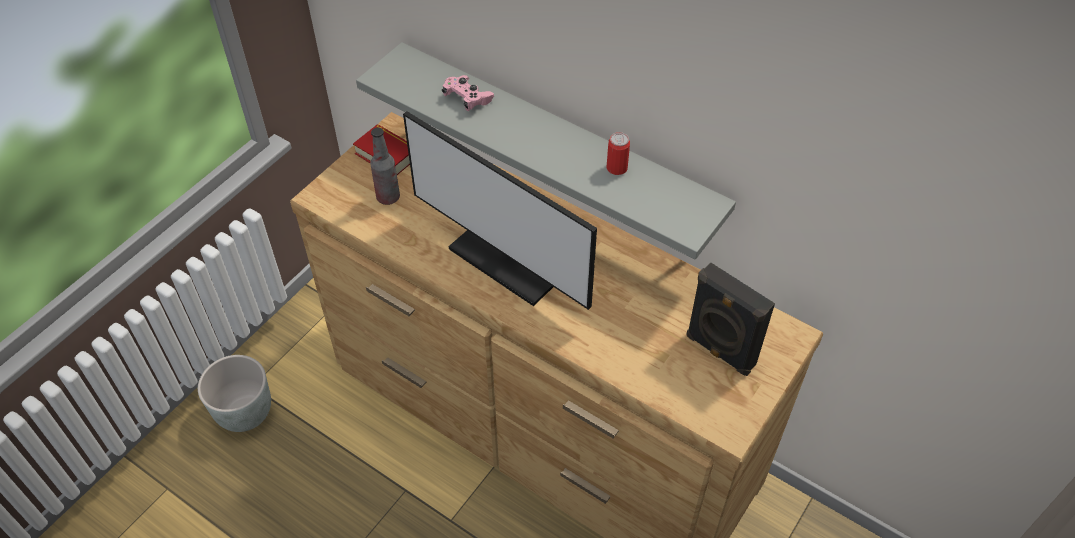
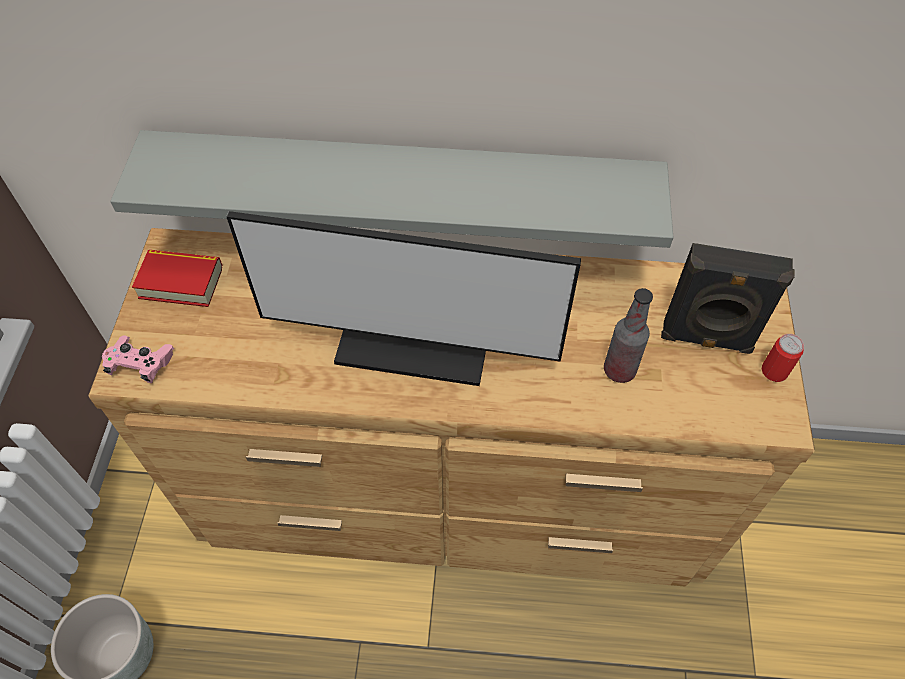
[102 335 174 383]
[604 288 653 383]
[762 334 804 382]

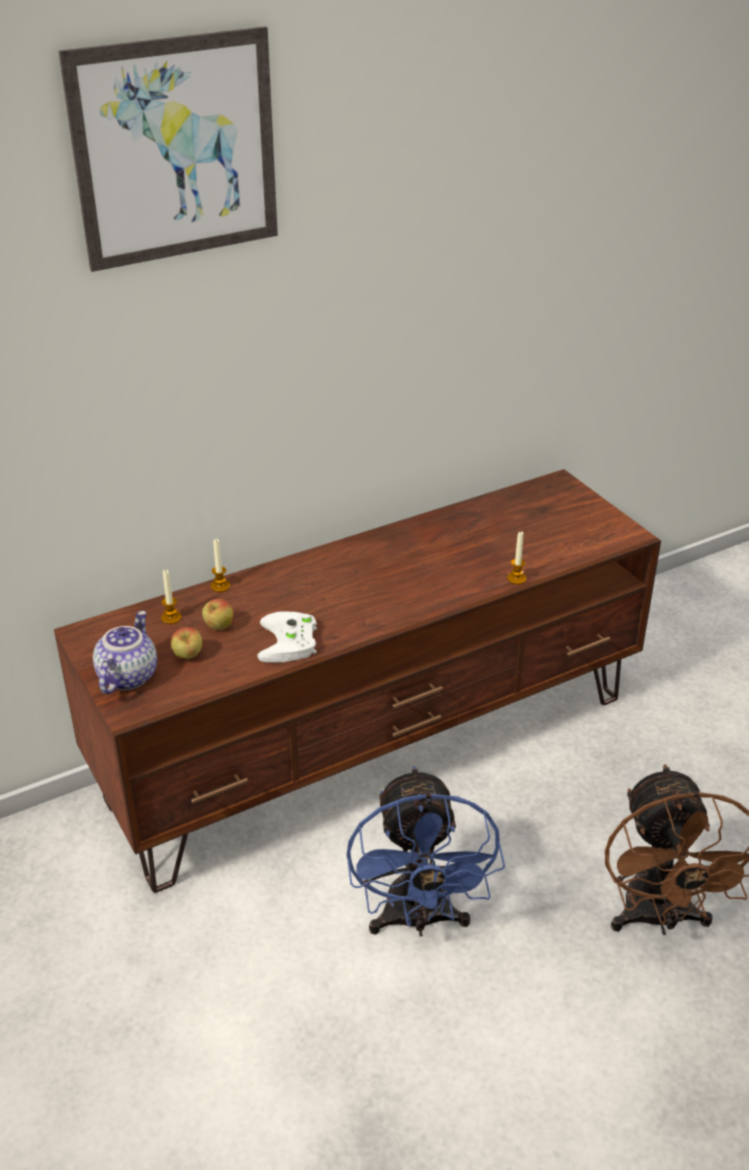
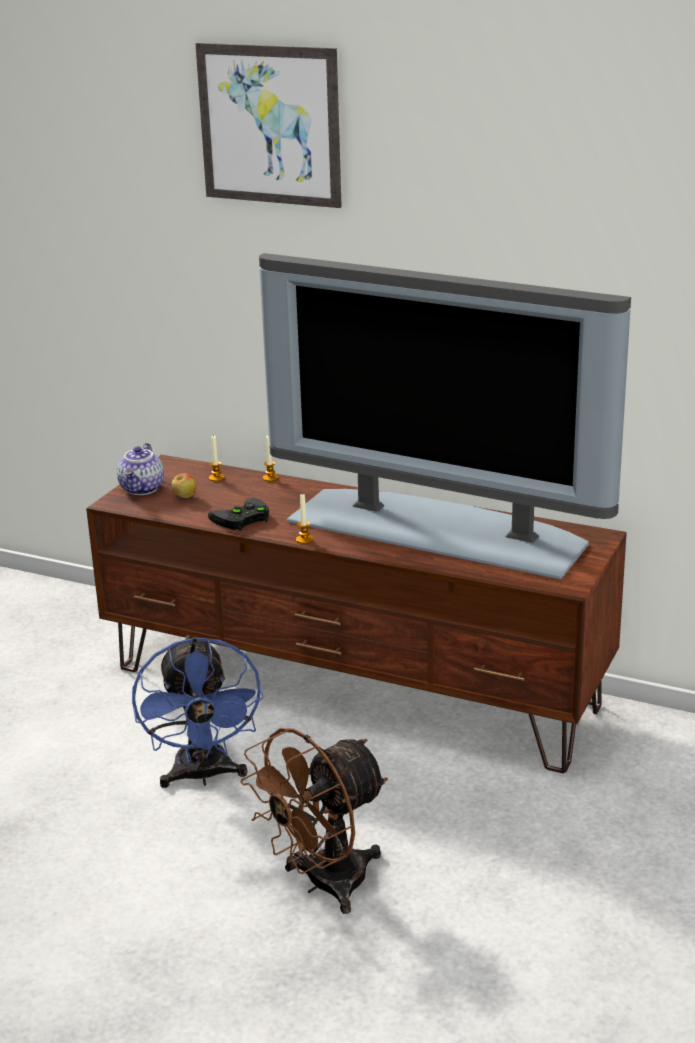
[296 494 313 544]
[202 599 233 630] (first image)
[117 443 164 495]
[208 498 269 531]
[132 635 264 788]
[259 253 631 580]

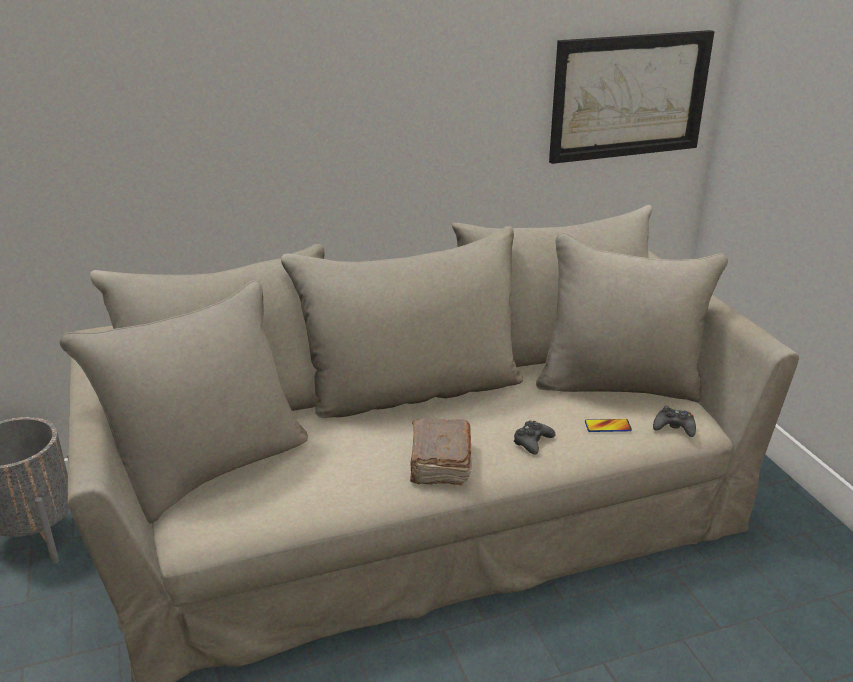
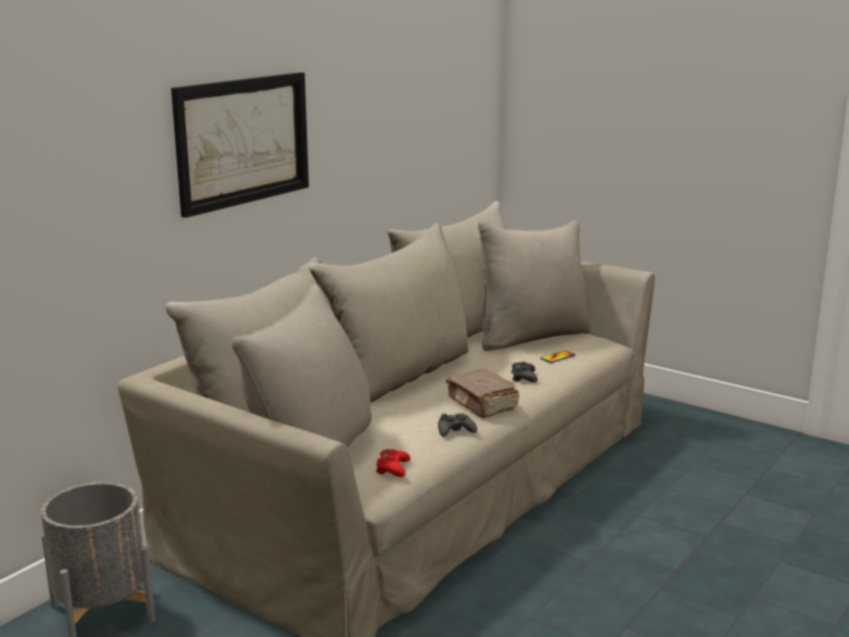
[171 72 309 218]
[438 413 477 437]
[376 449 410 477]

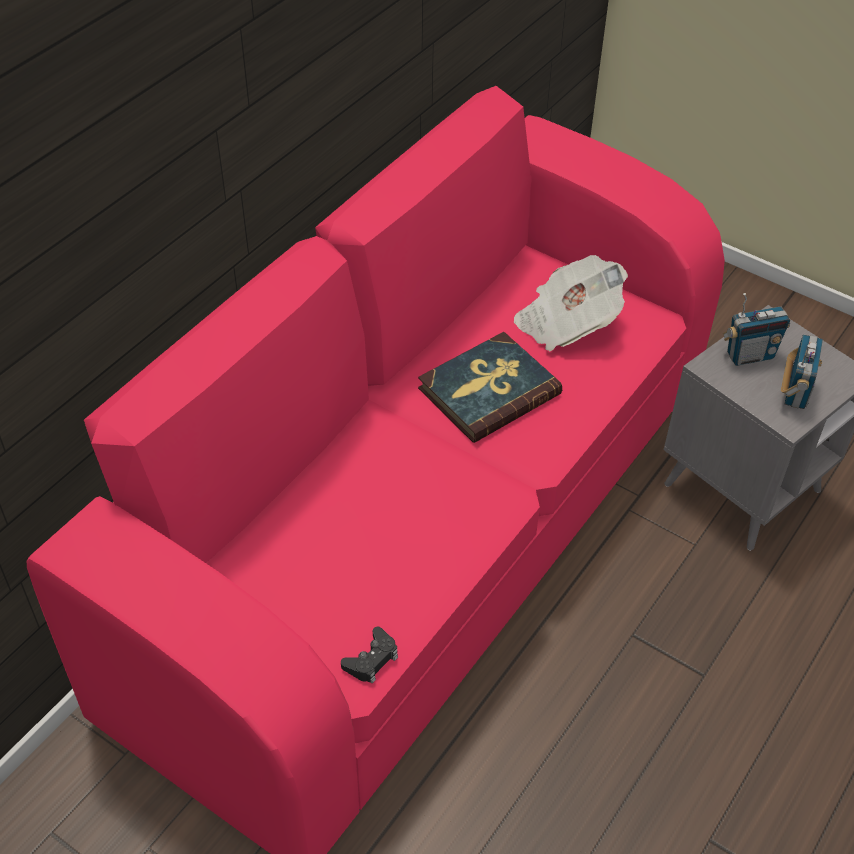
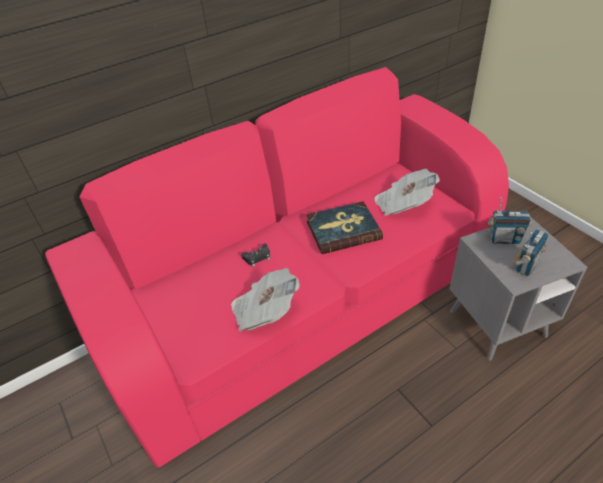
[241 243 270 266]
[231 268 300 332]

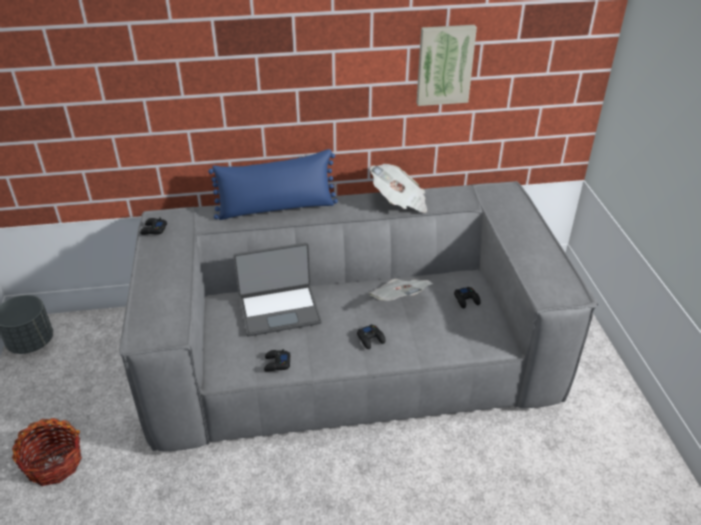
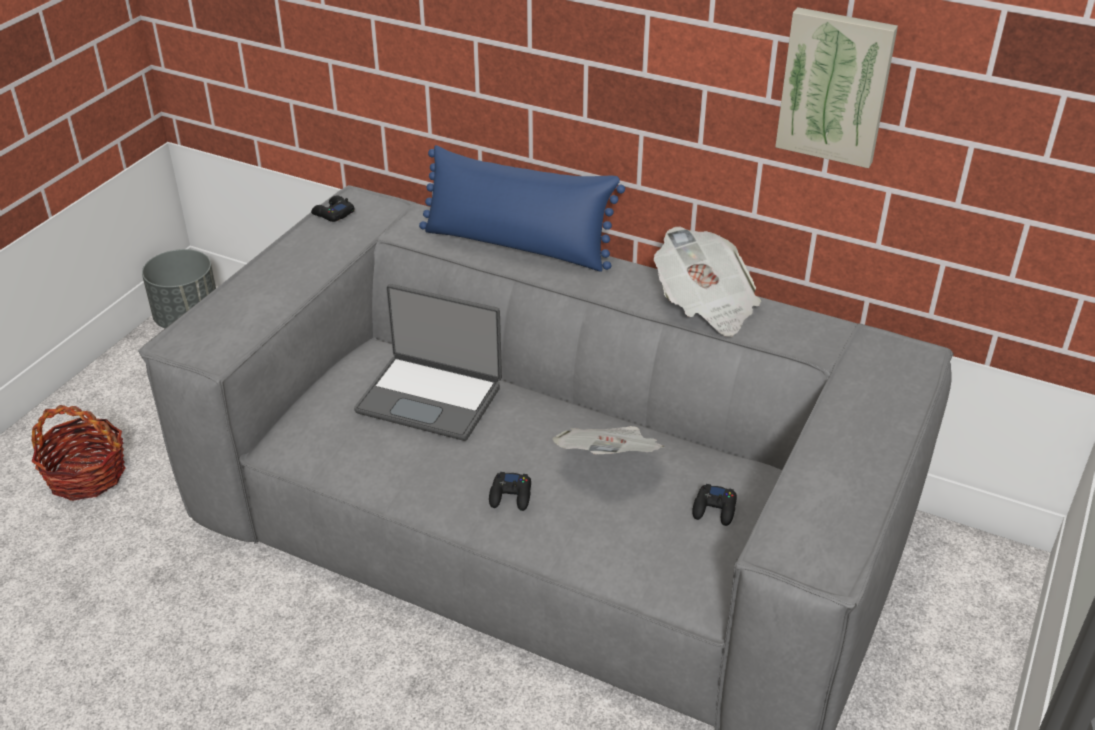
[264 349 290 372] (first image)

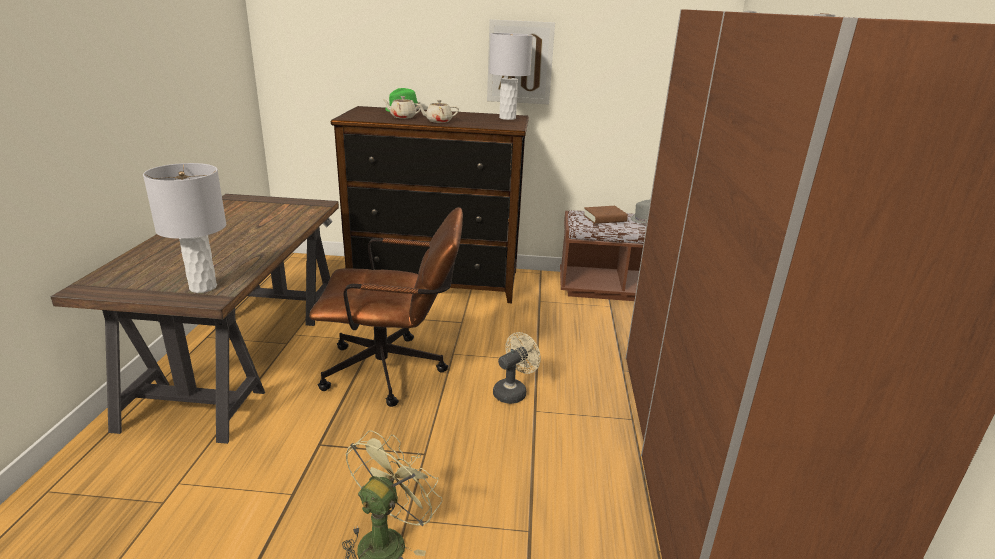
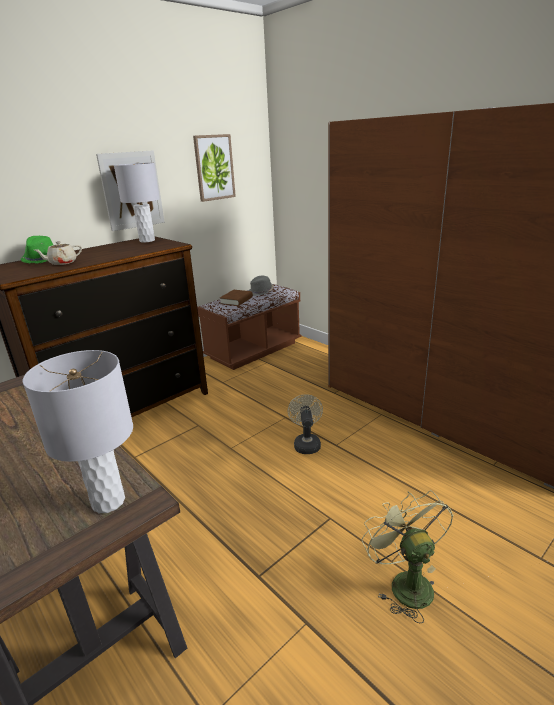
[417 100 459 123] (first image)
[309 207 463 407] (first image)
[193 134 236 202]

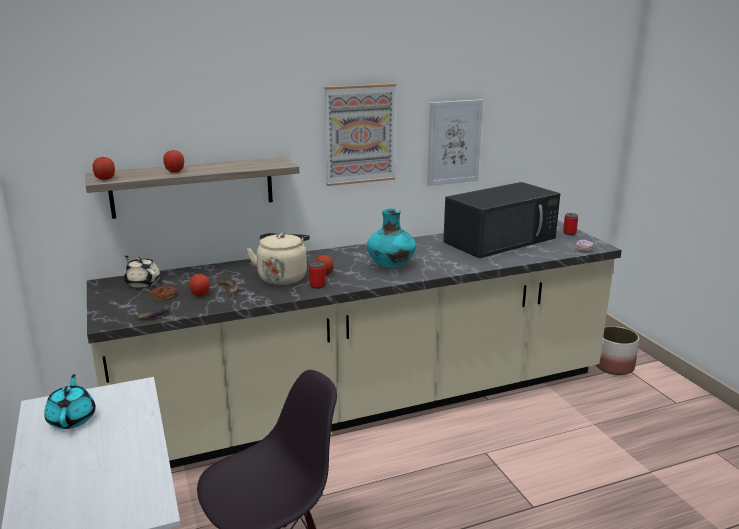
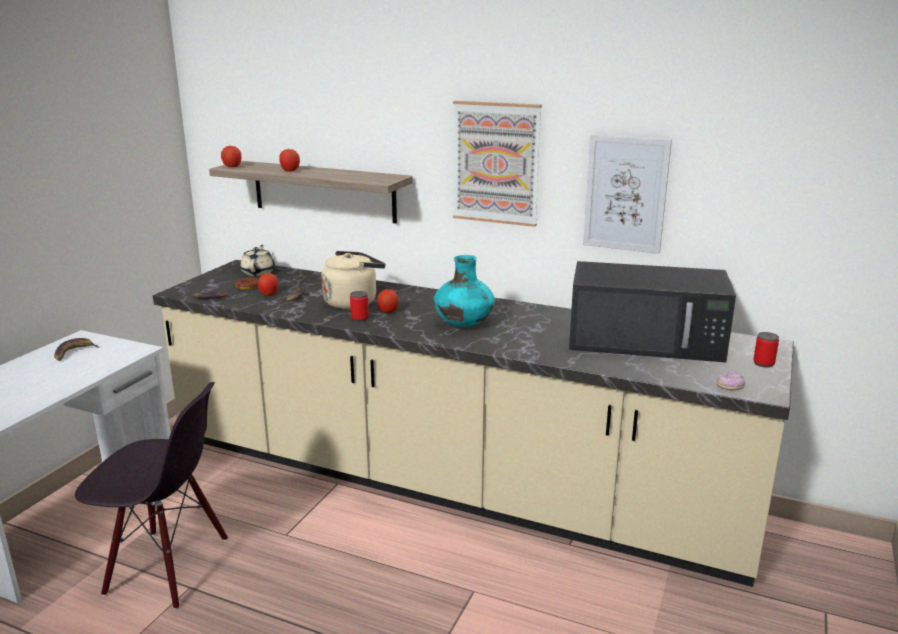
[595 326 639 375] (first image)
[54 338 99 361]

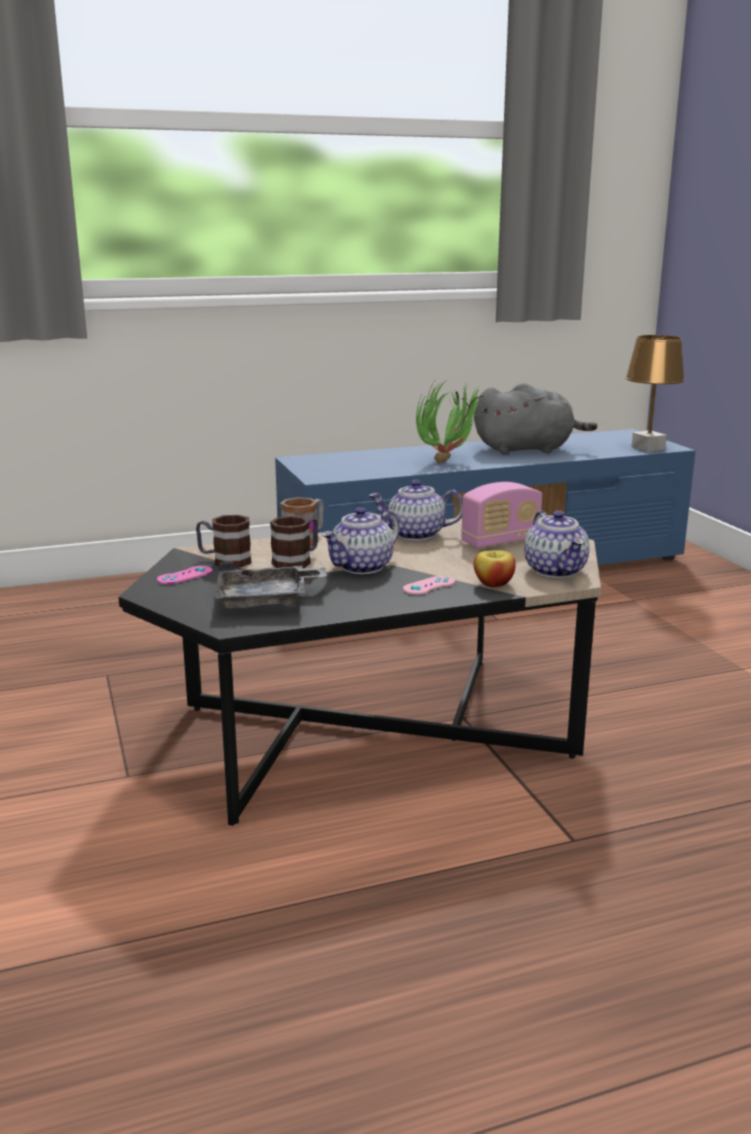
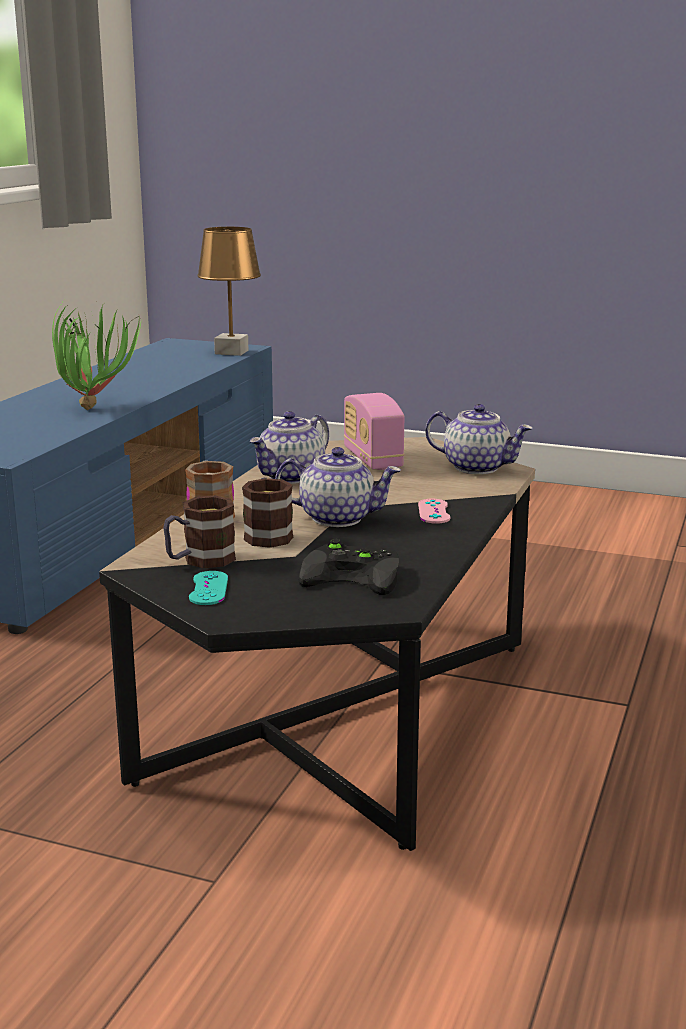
[474 383 597 454] (first image)
[344 393 404 470]
[275 447 401 527]
[474 550 516 587] (first image)
[299 539 399 595]
[189 571 228 605]

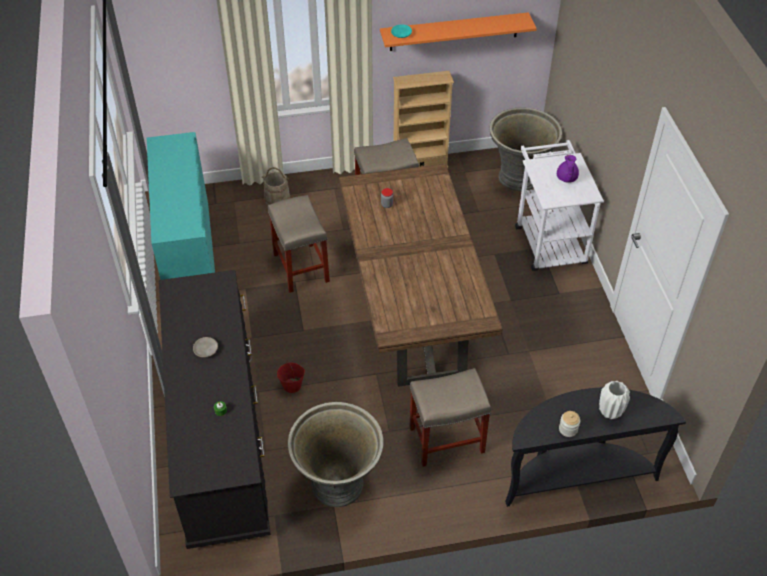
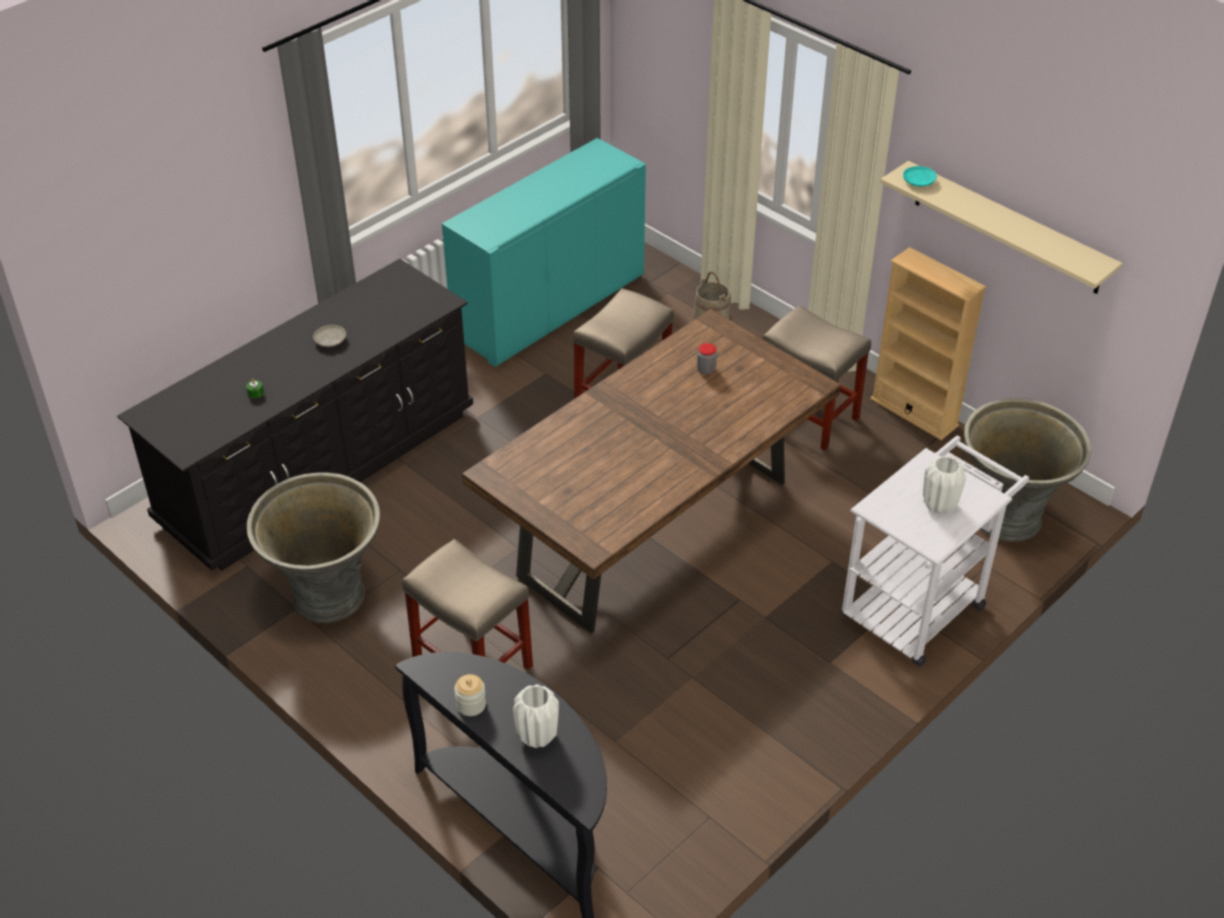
[880 161 1123 294]
[923 456 966 514]
[277 361 305 393] (first image)

